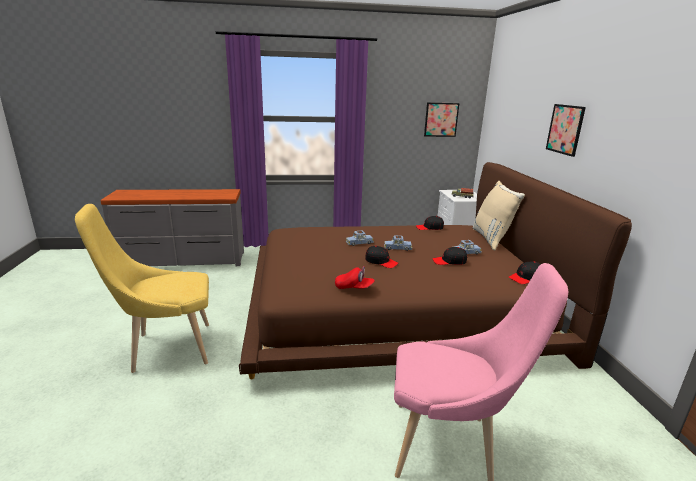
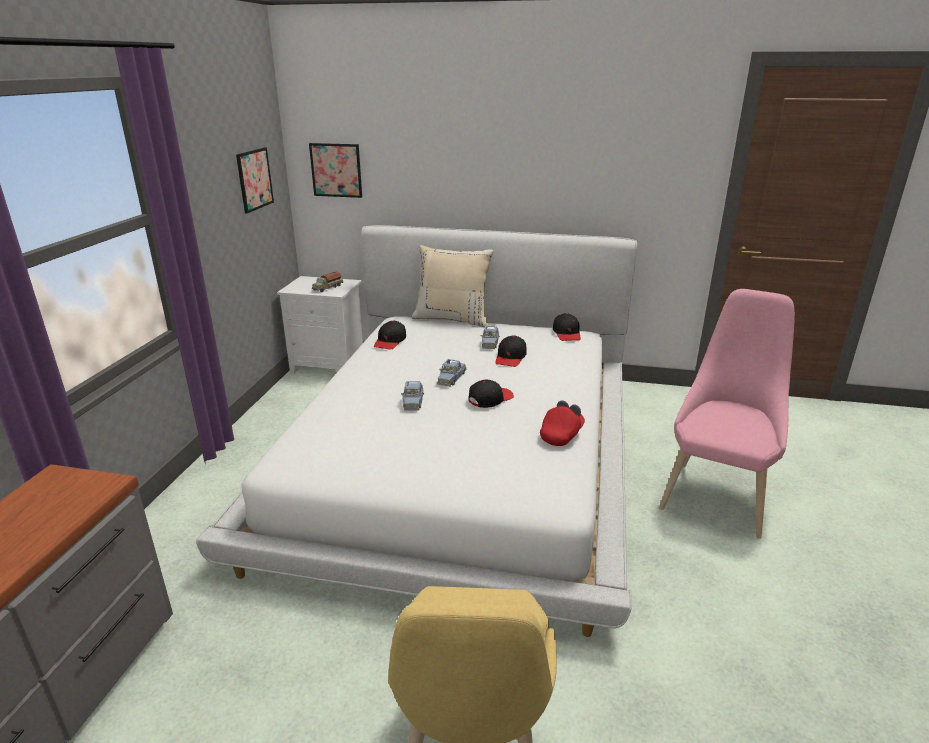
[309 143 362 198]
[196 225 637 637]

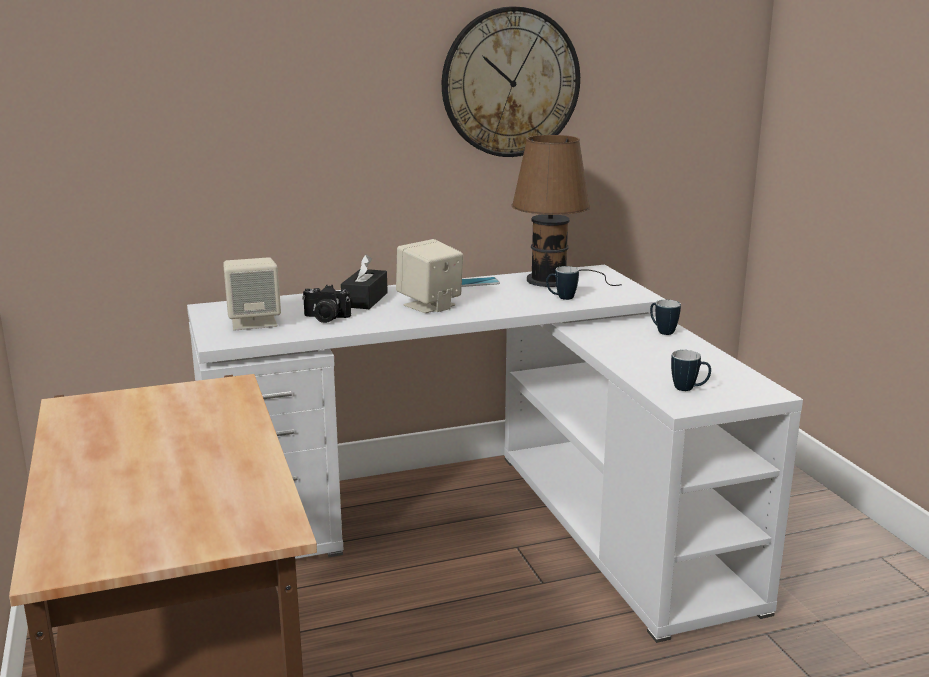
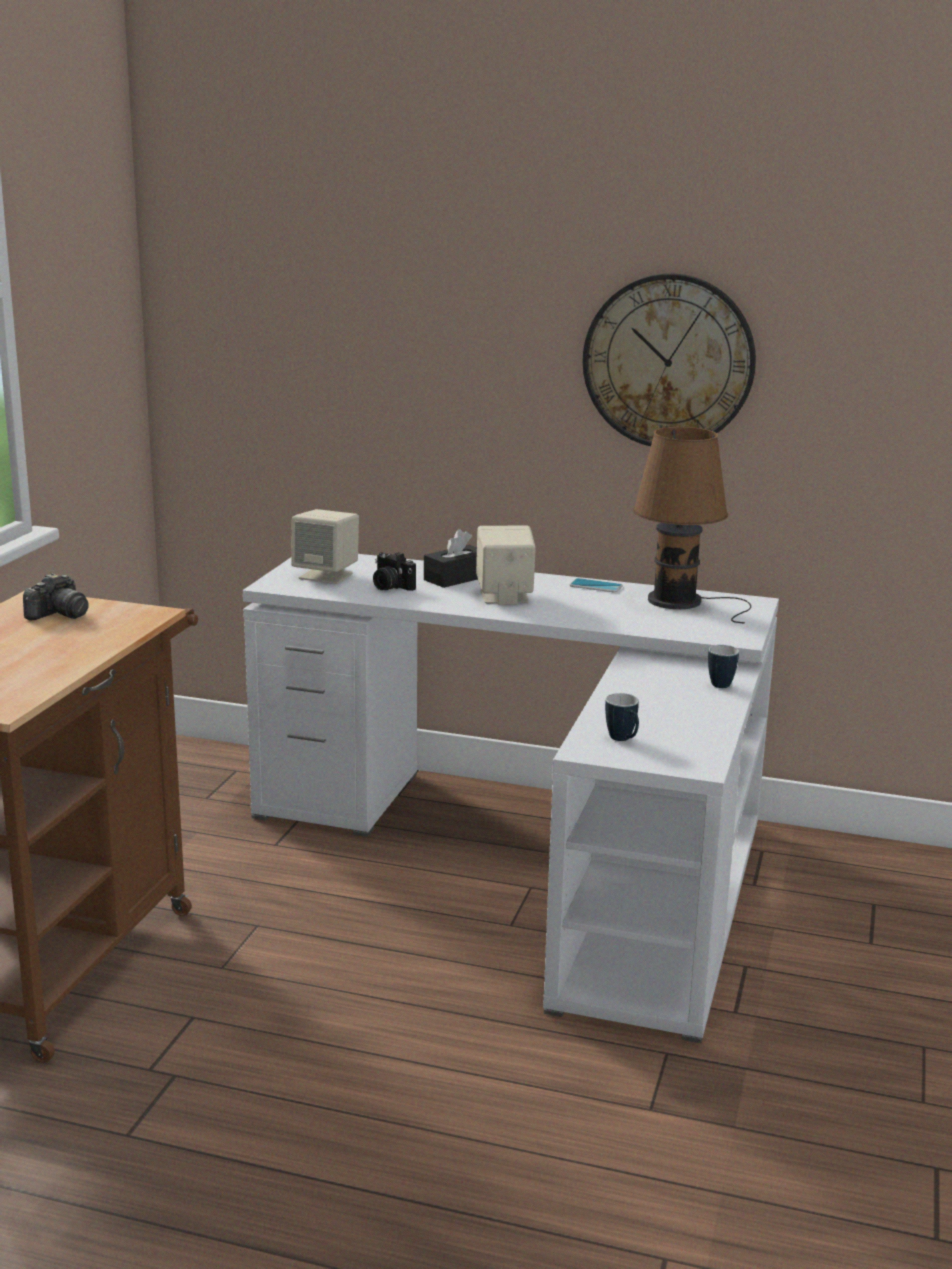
[546 266 579 300] (first image)
[23 573 89 620]

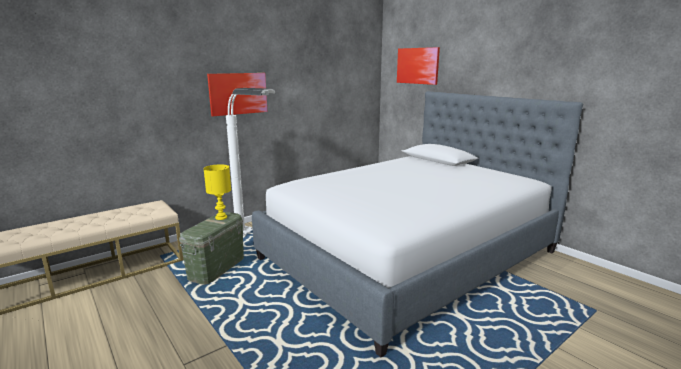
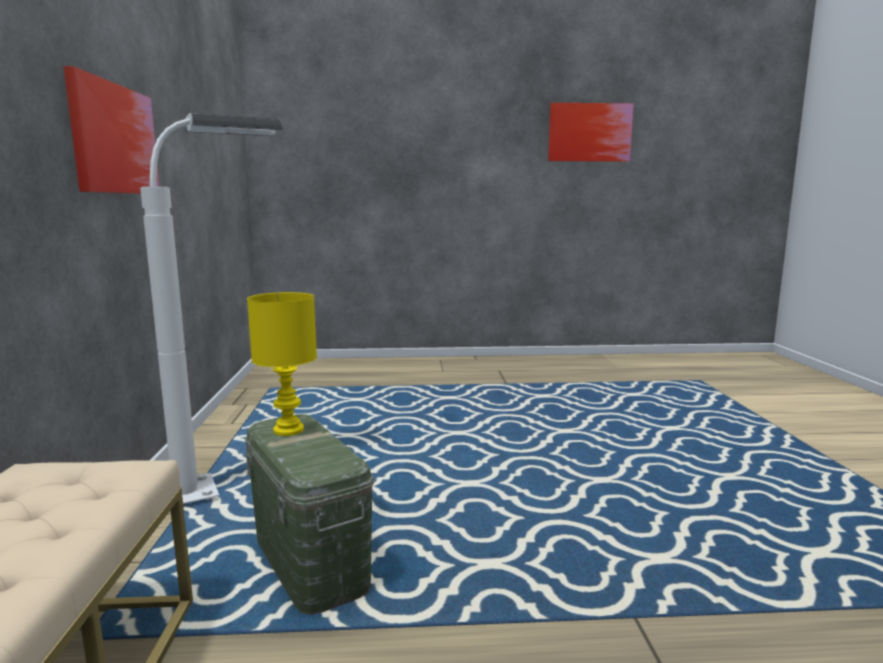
[548 103 634 162]
[252 91 583 357] (first image)

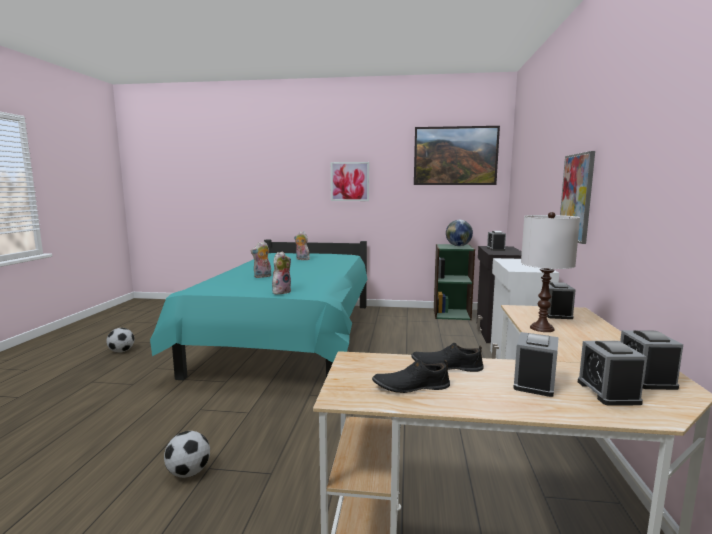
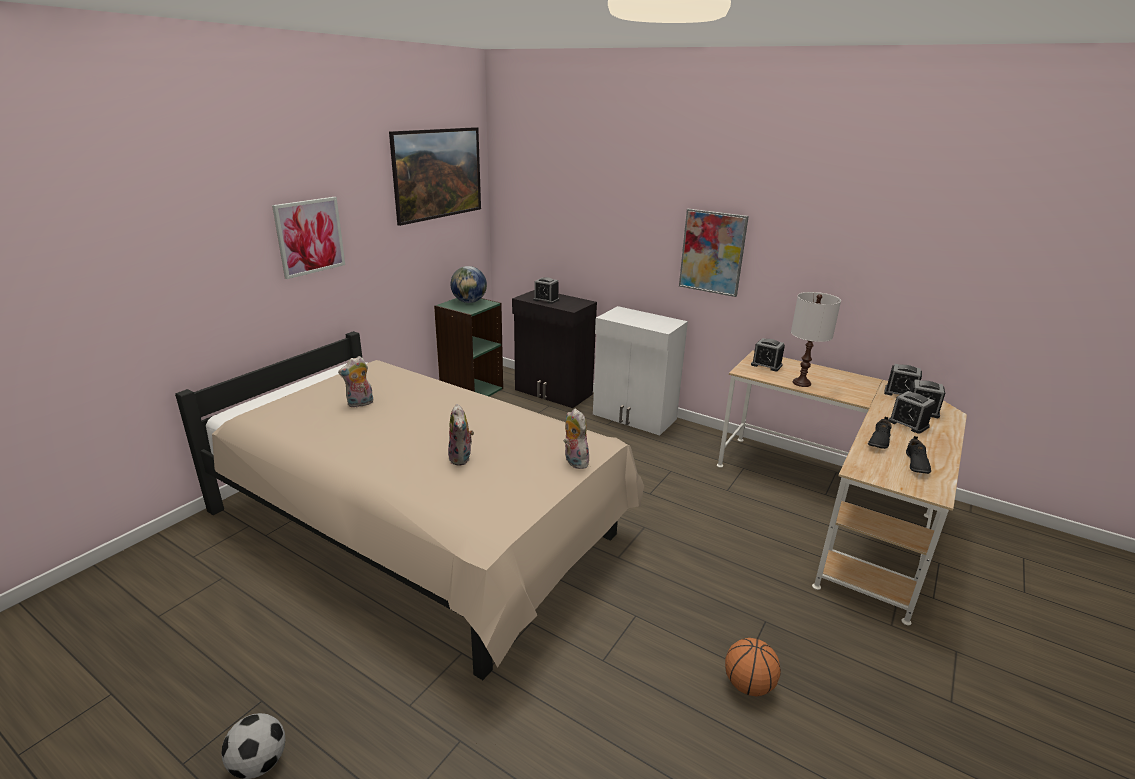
[175 331 644 680]
[725 638 781 696]

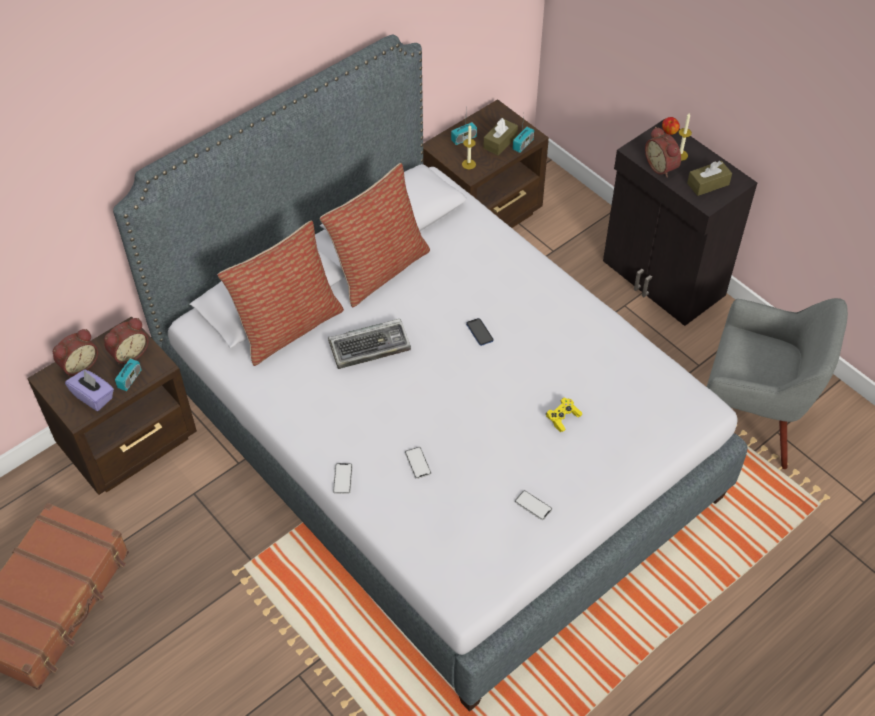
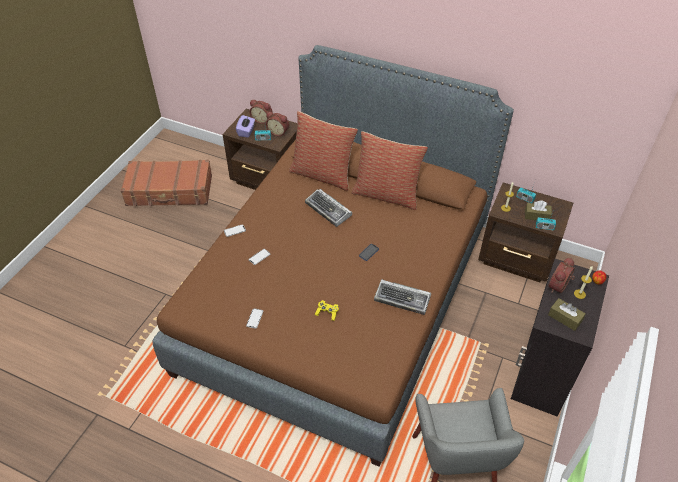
[153 45 514 467]
[374 279 431 315]

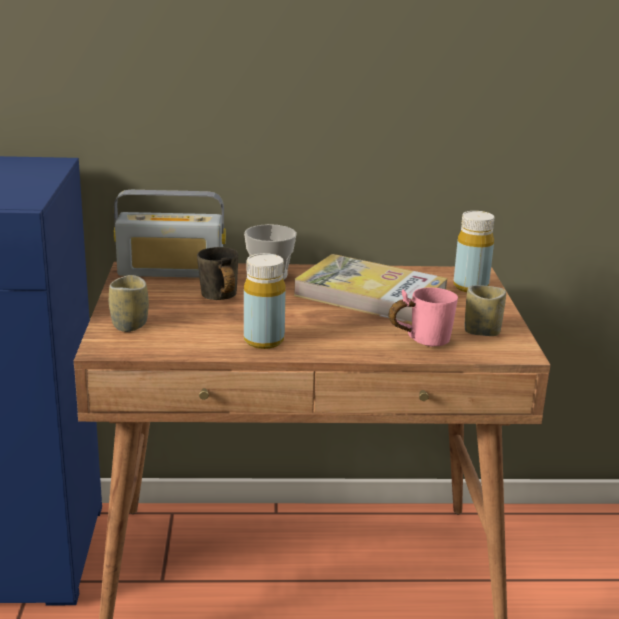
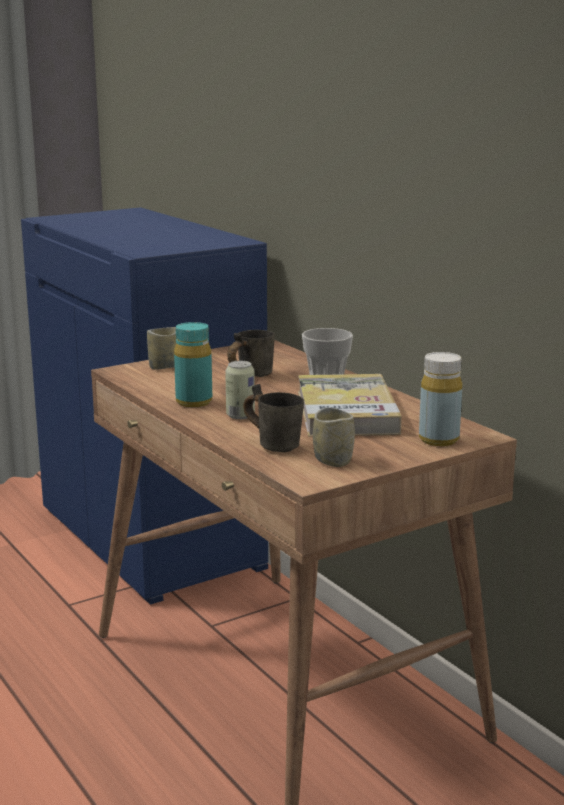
[114 190 226 278] (first image)
[174 322 212 407]
[243 384 304 452]
[225 361 255 419]

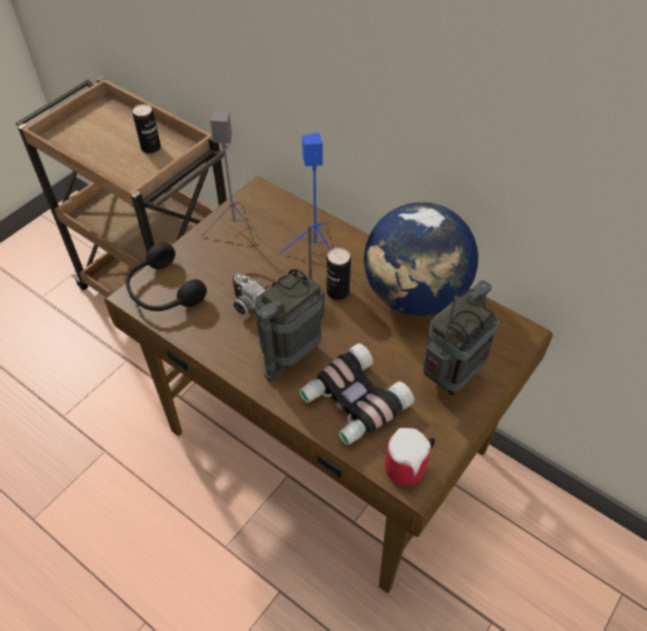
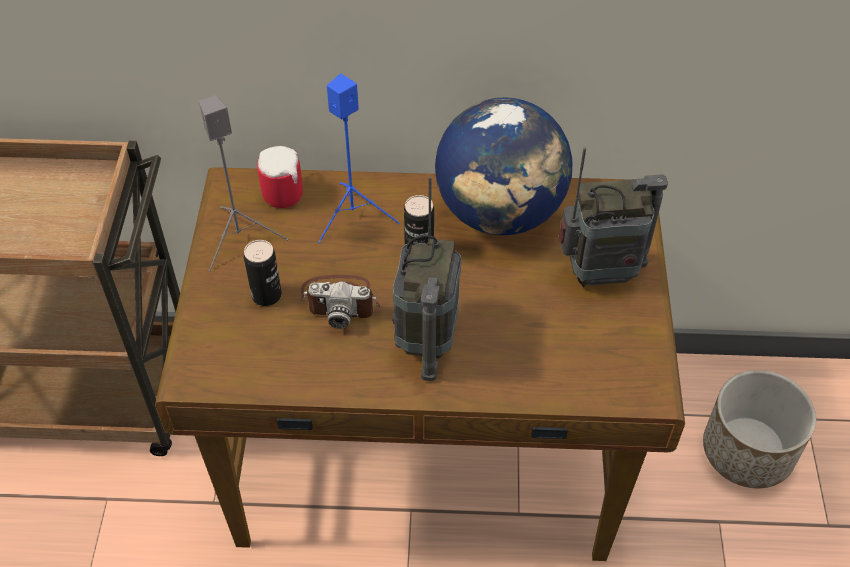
[244 240 282 306]
[126 243 207 311] (first image)
[558 148 668 287]
[299 343 415 445] (first image)
[257 146 303 208]
[703 370 816 488]

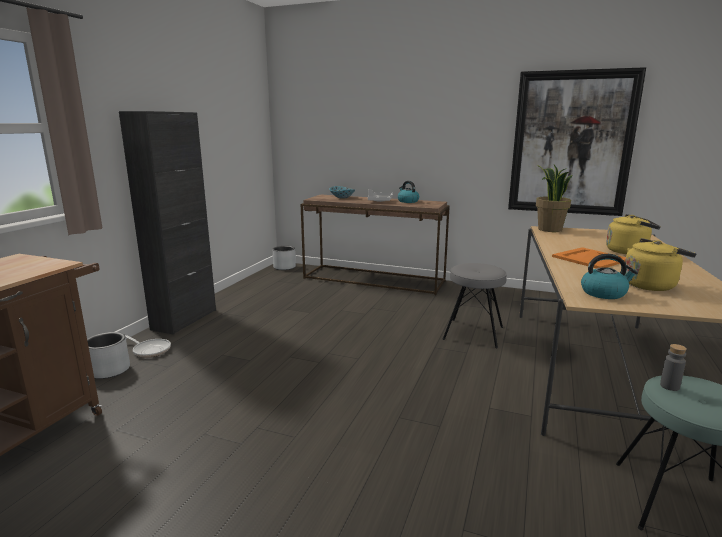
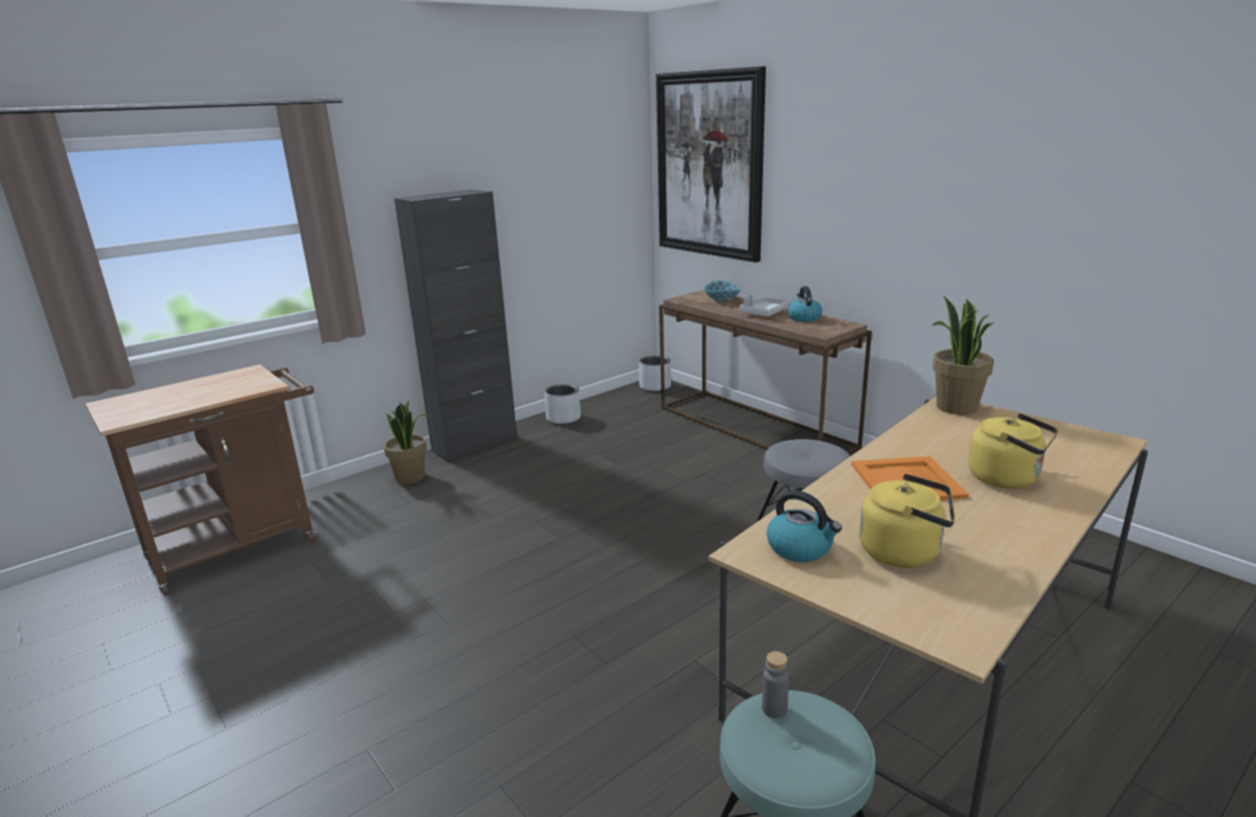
[656 66 766 263]
[544 384 581 424]
[384 400 428 484]

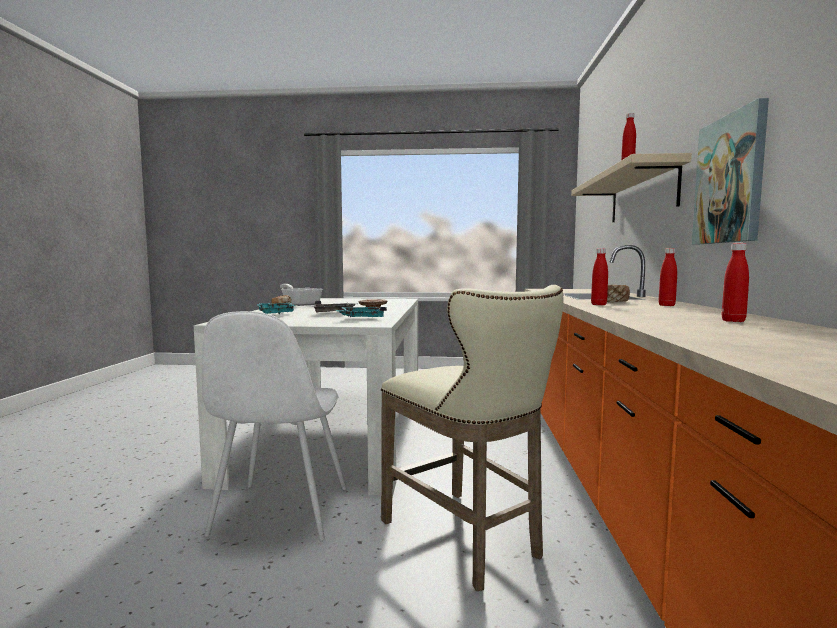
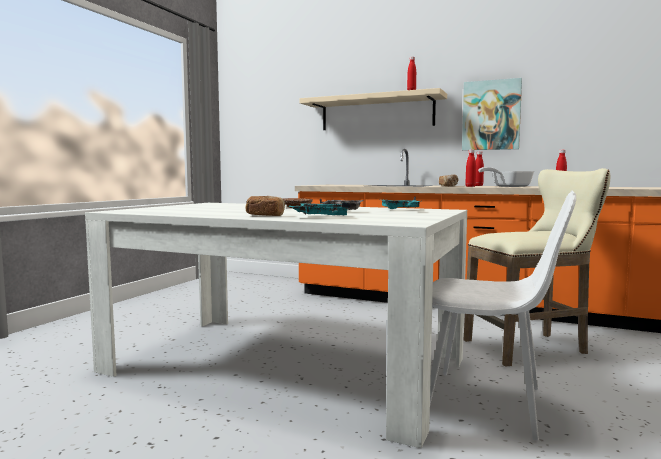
[478 167 535 187]

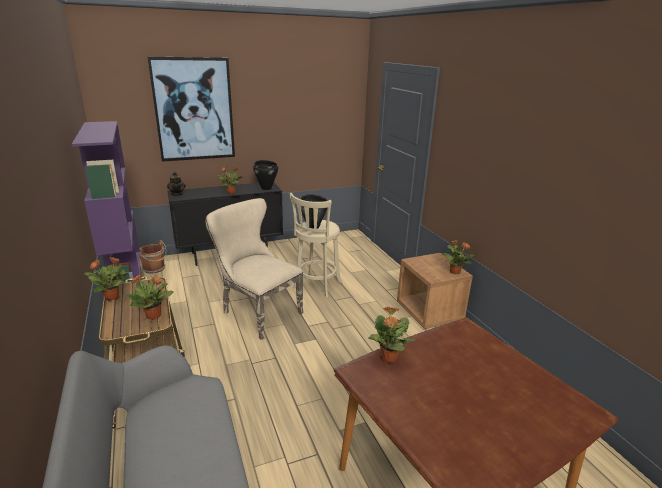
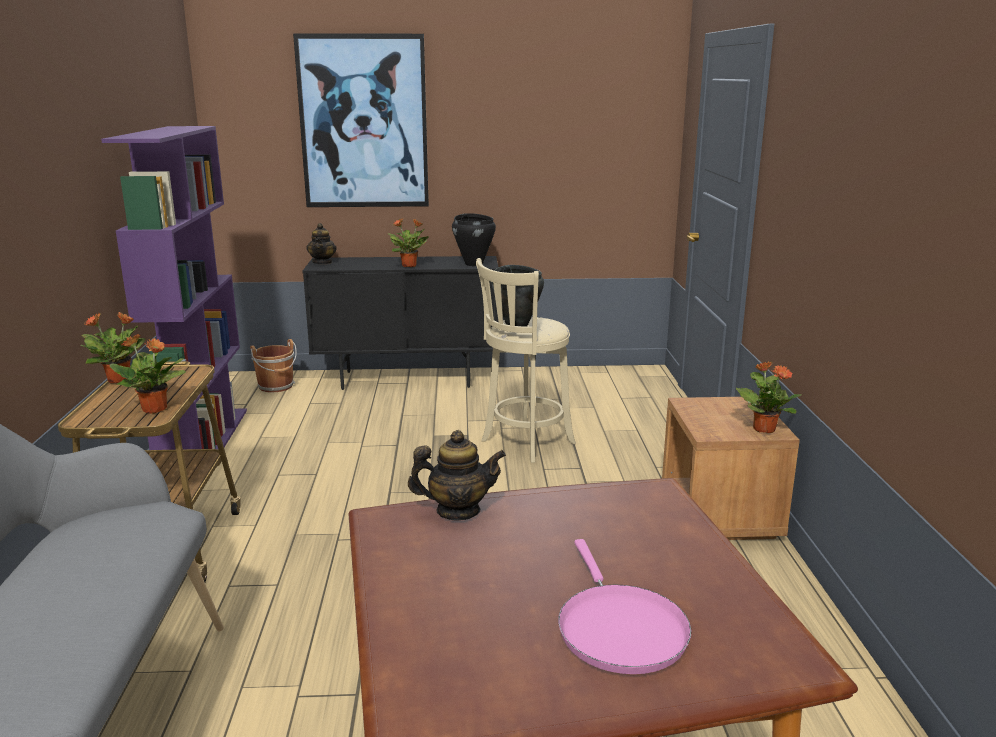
[205 198 303 340] (first image)
[408 430 506 520]
[558 539 691 674]

